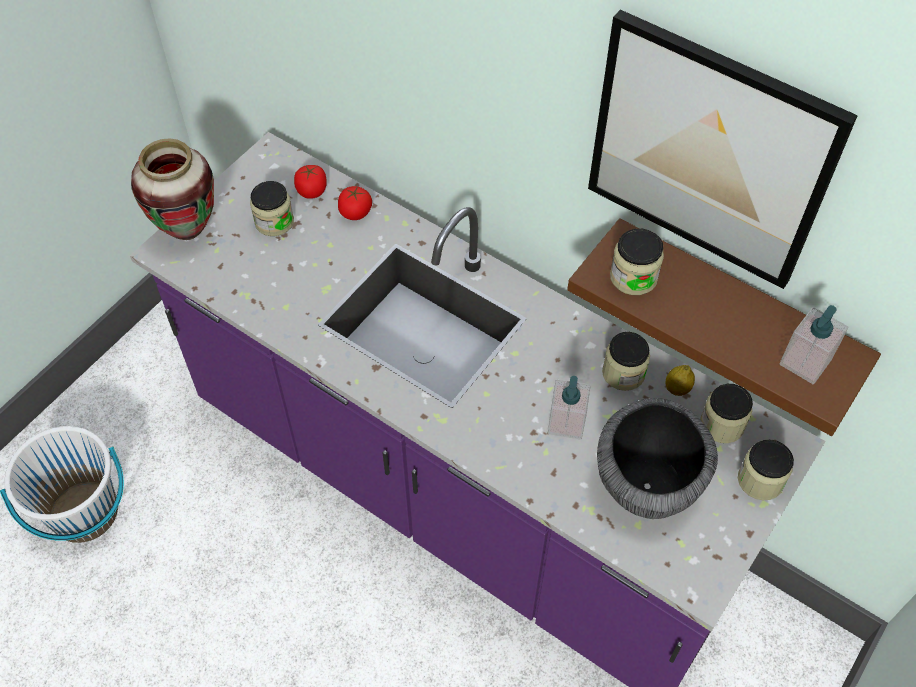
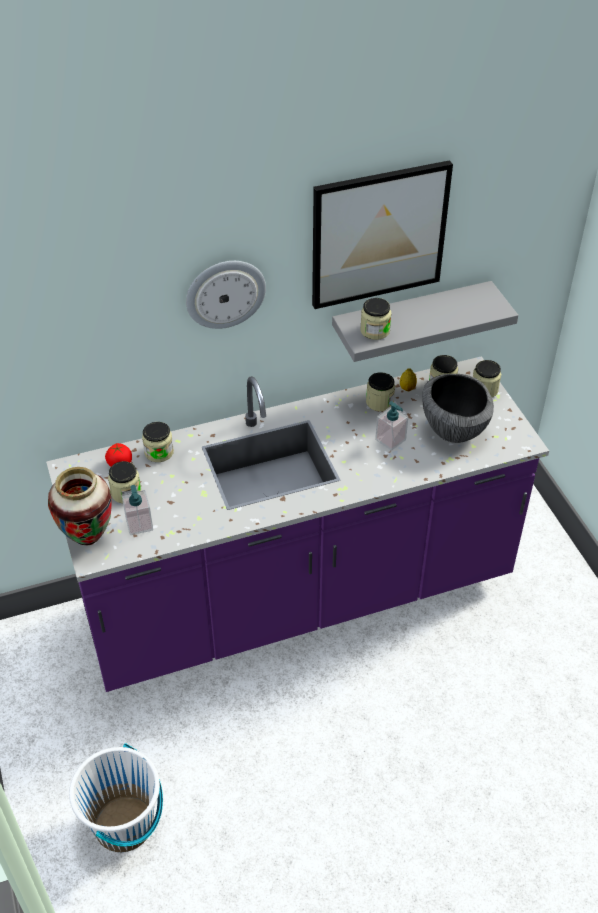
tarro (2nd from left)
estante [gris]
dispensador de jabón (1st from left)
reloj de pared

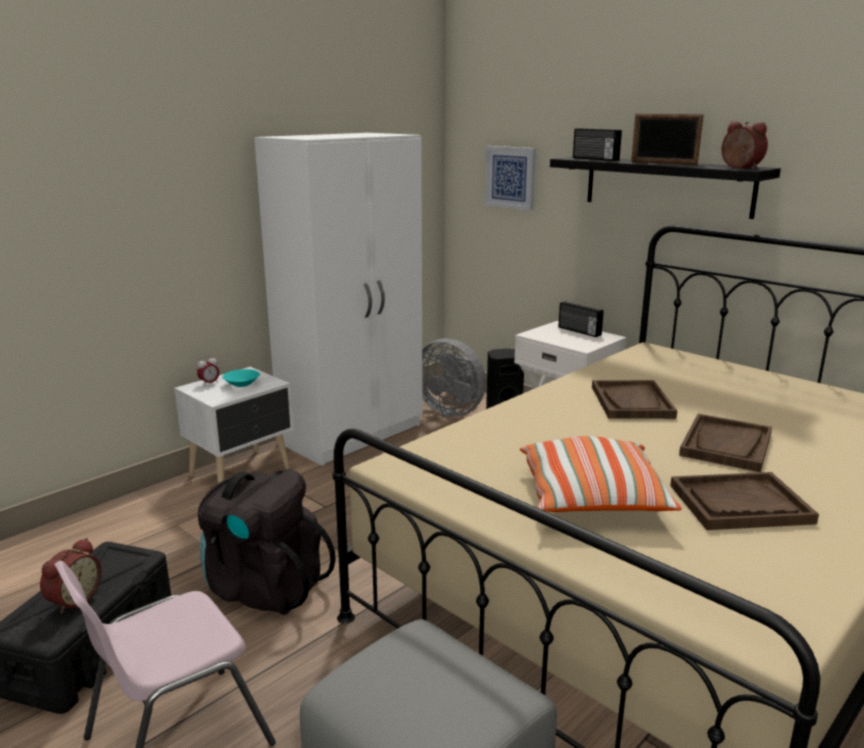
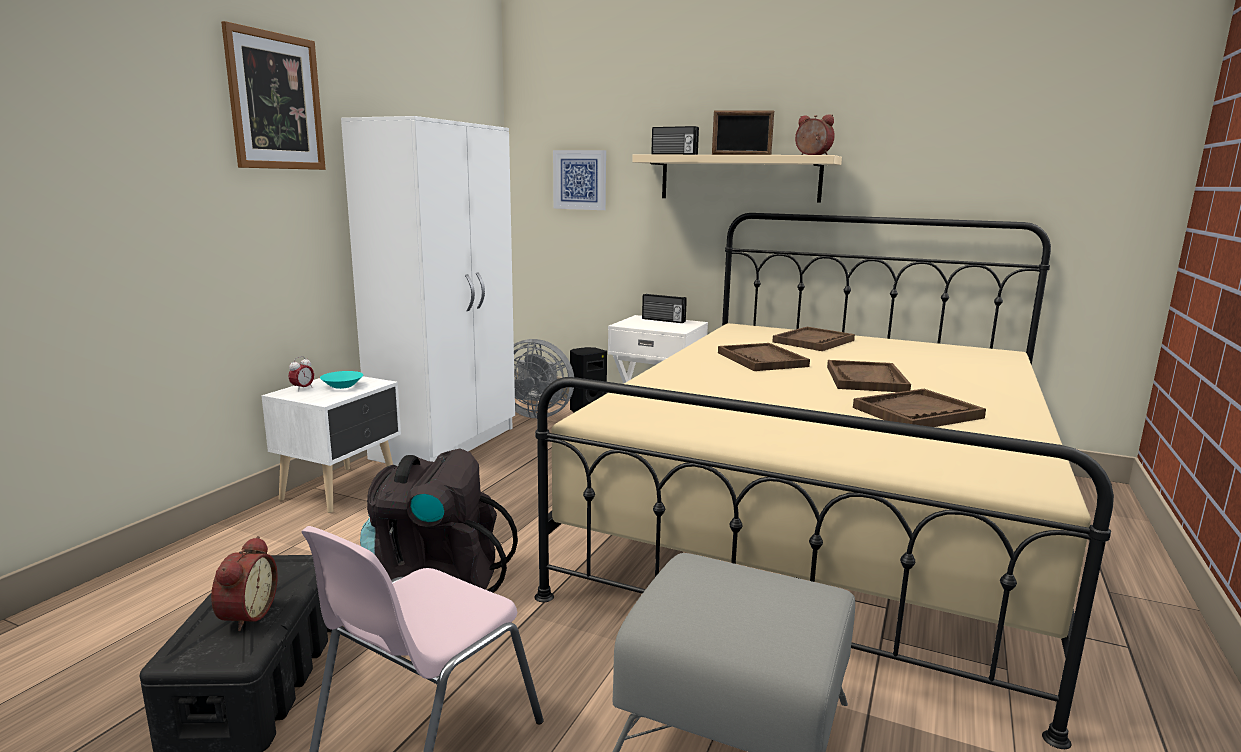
estante [beis]
cojín
cuadro (1st from left)
bandeja [marrón] (2nd from left)

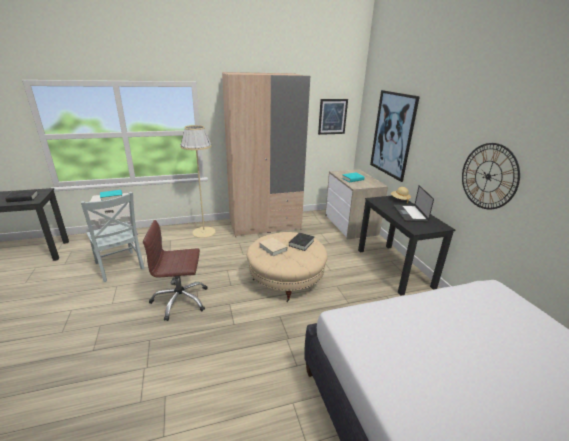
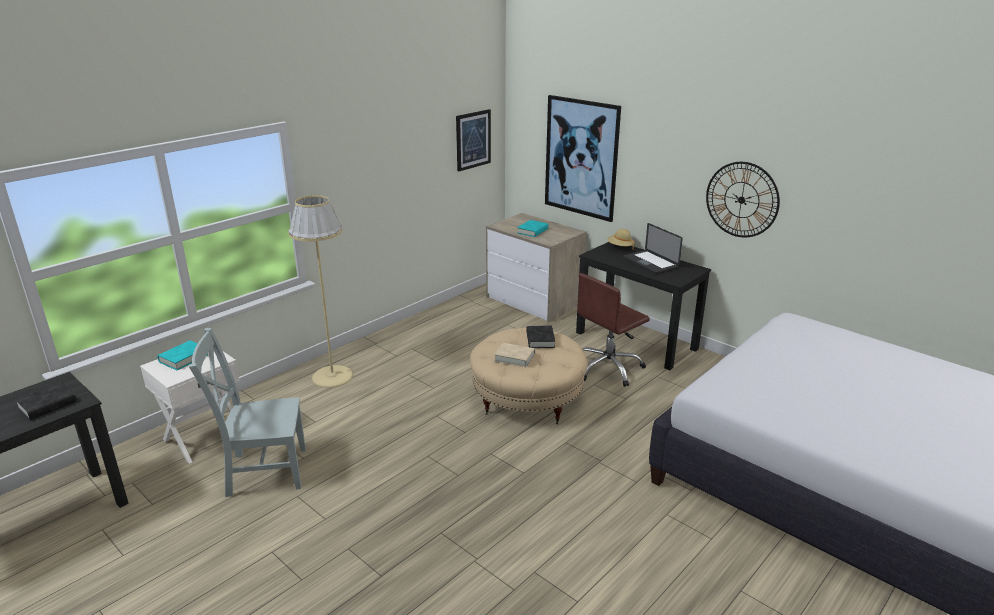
armario ropero [beis]
silla [gris]
silla de oficina [marrón]

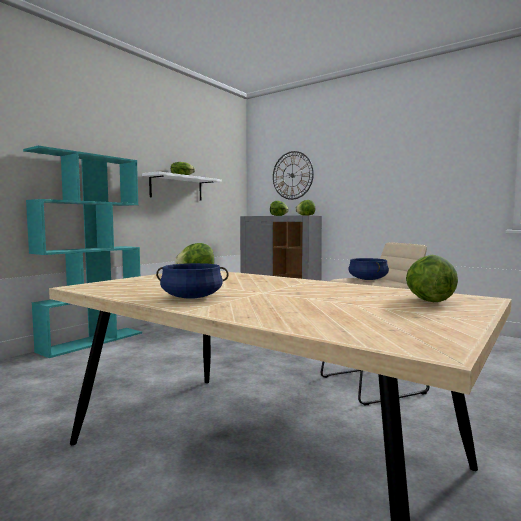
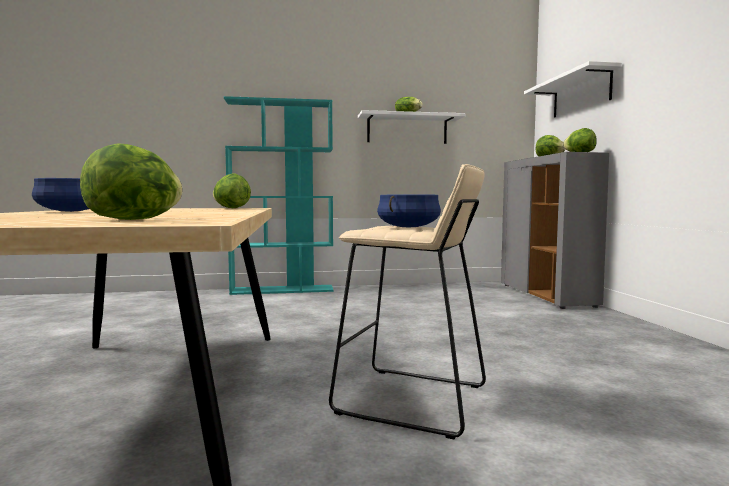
estante [blanco] (2nd from left)

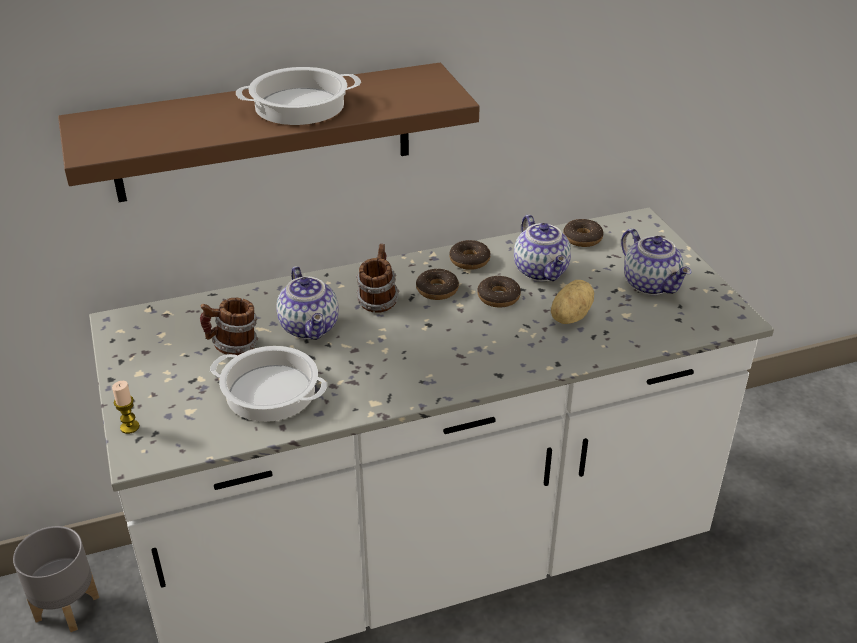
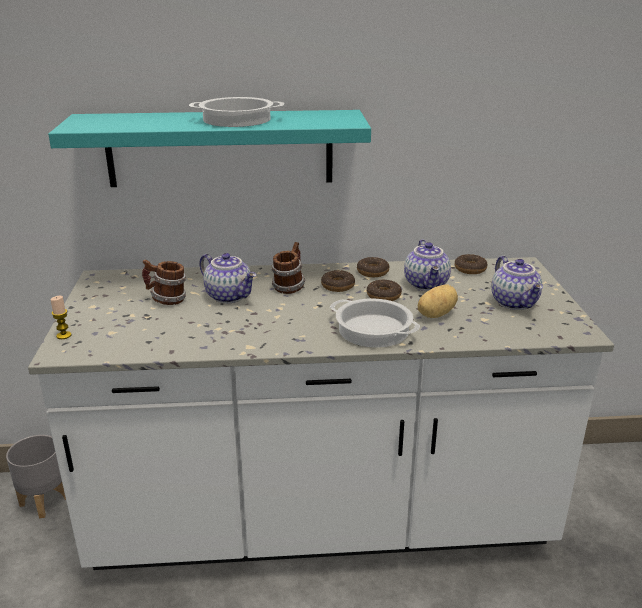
estante [turquesa]
tetera (1st from left)
olla (2nd from left)

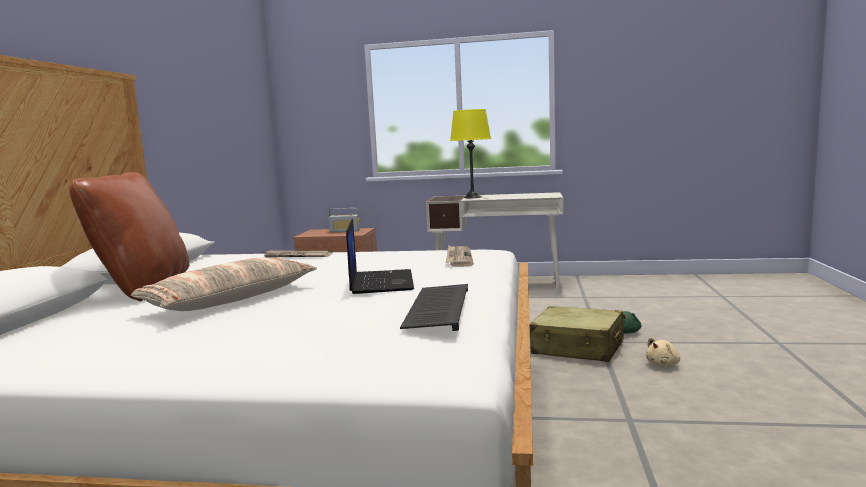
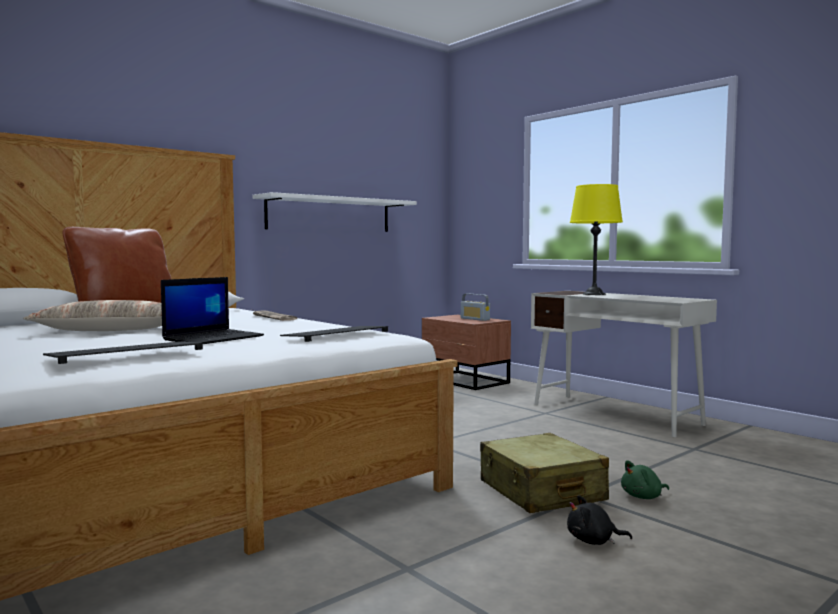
teclado (2nd from left)
peluche [negro]
estante [blanco]

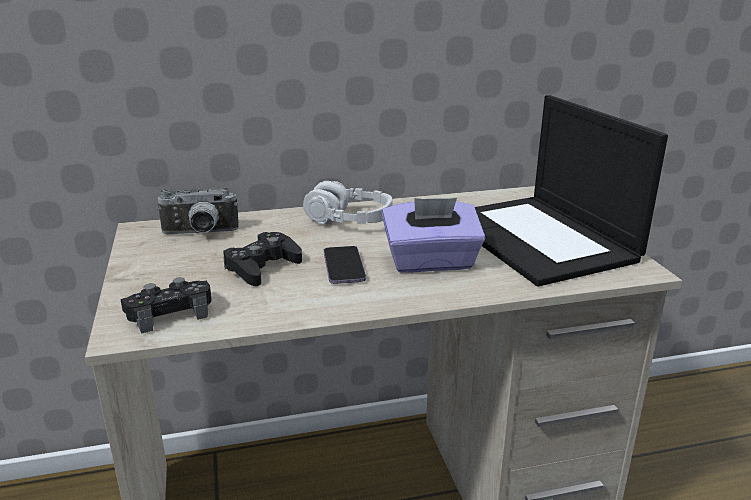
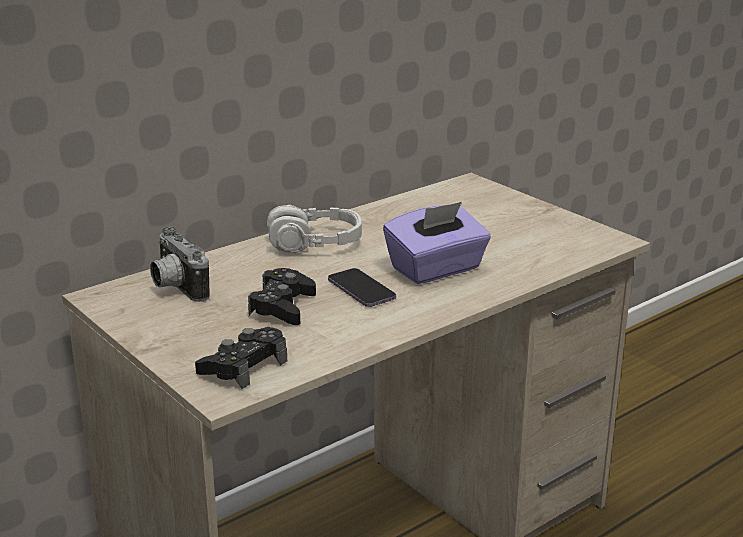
portátil
cámara

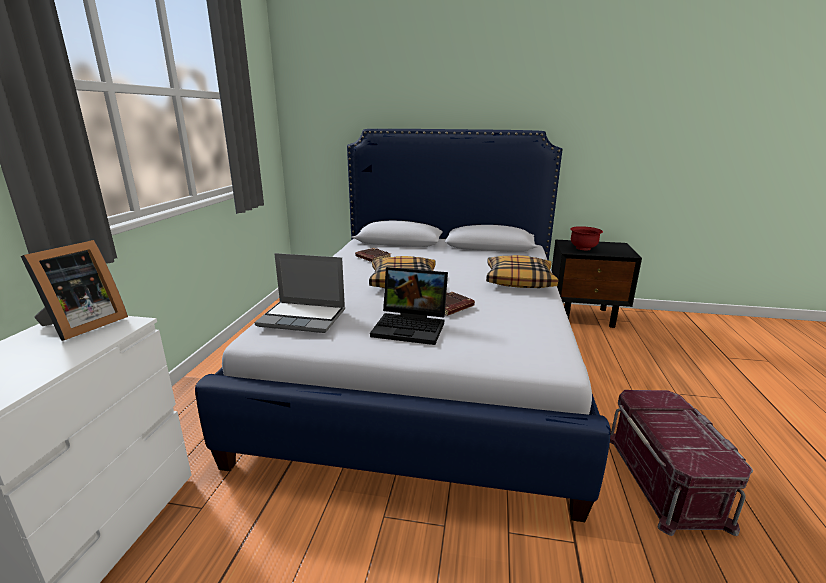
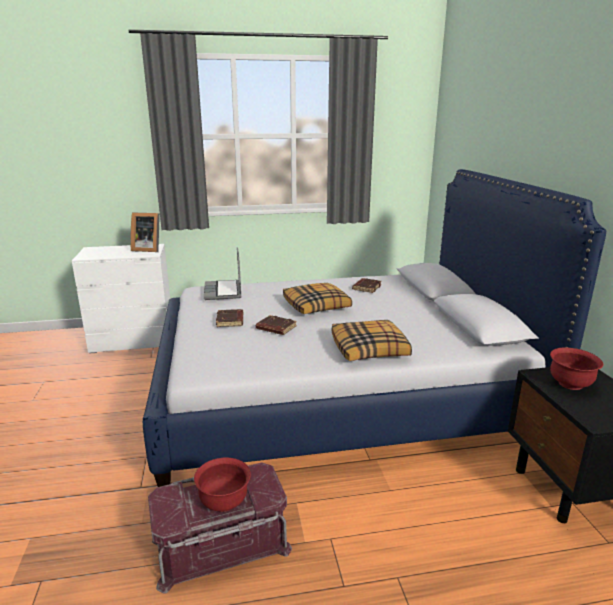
libro [marrón] (1st from left)
cuenco [rojo] (1st from left)

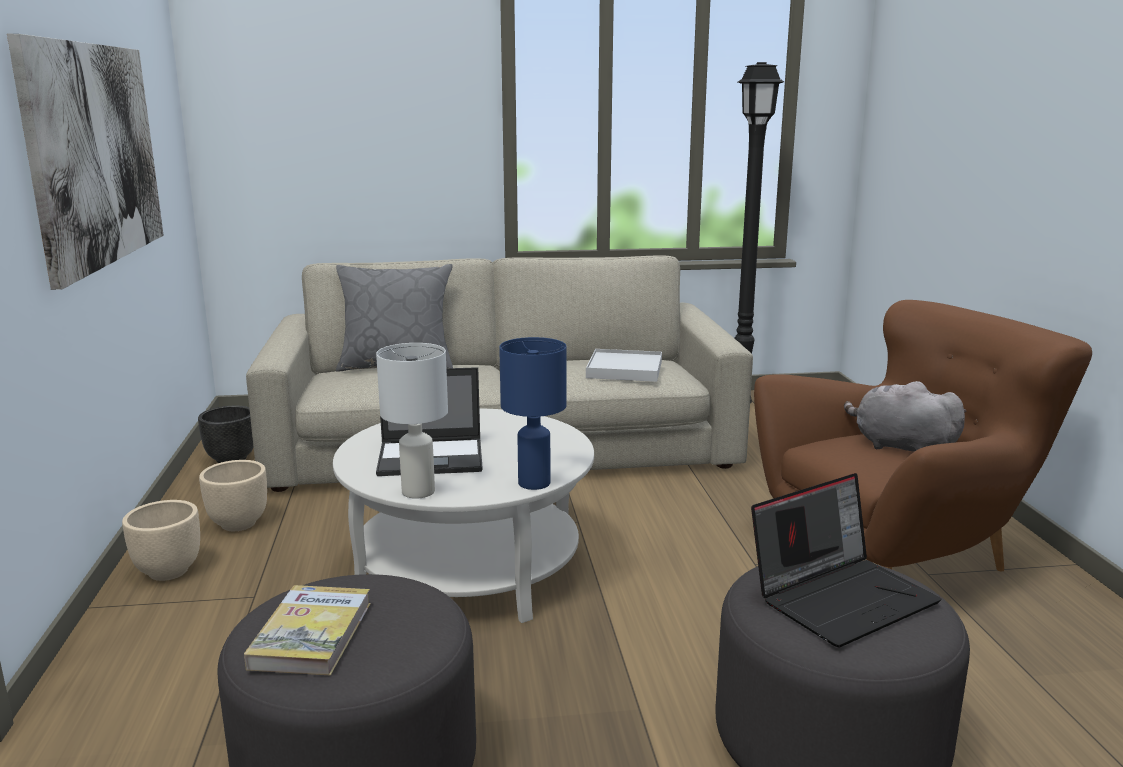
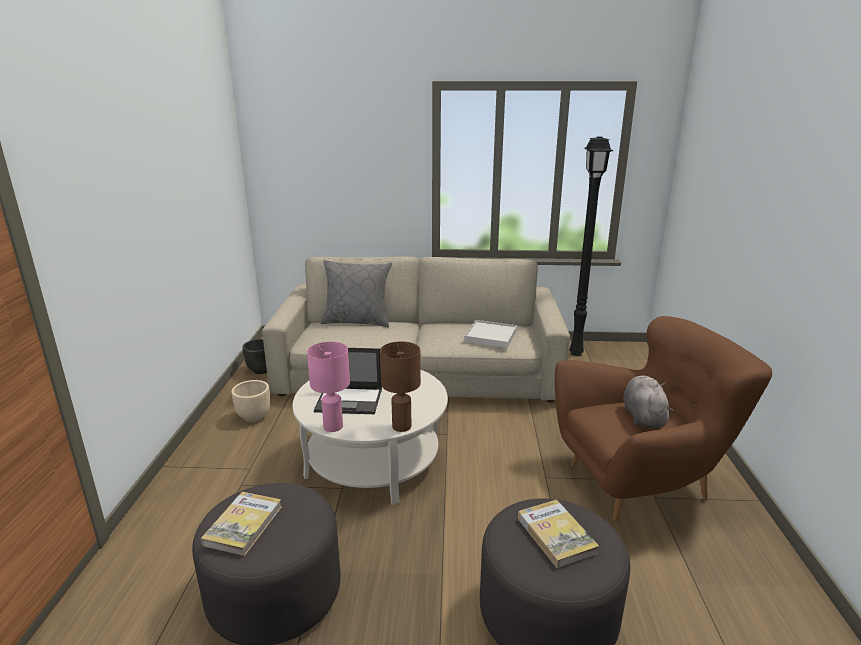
cuadro
lámpara de mesa [marrón]
lámpara de mesa [rosa]
peluche [gris]
libro (2nd from left)
maceta [beis] (1st from left in the first image)

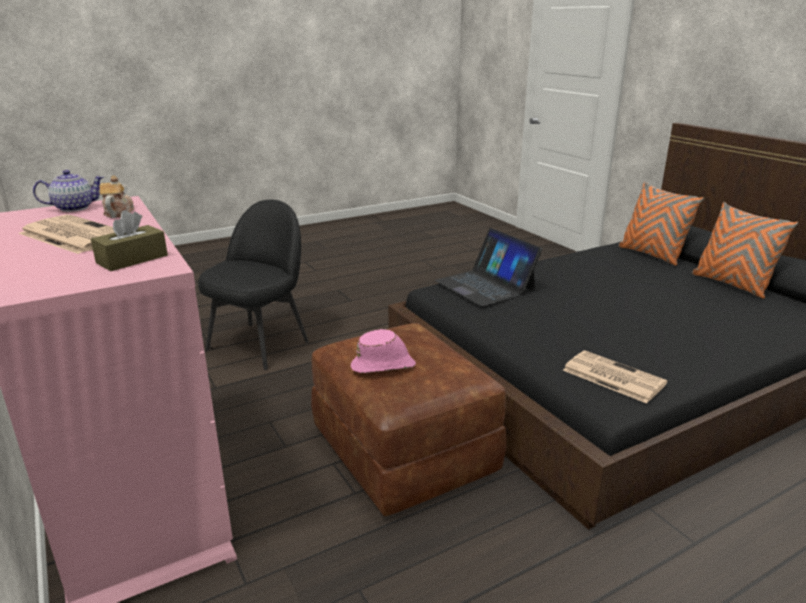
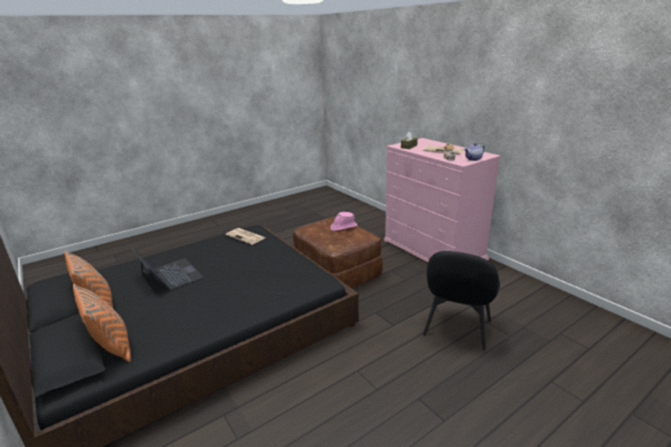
portátil

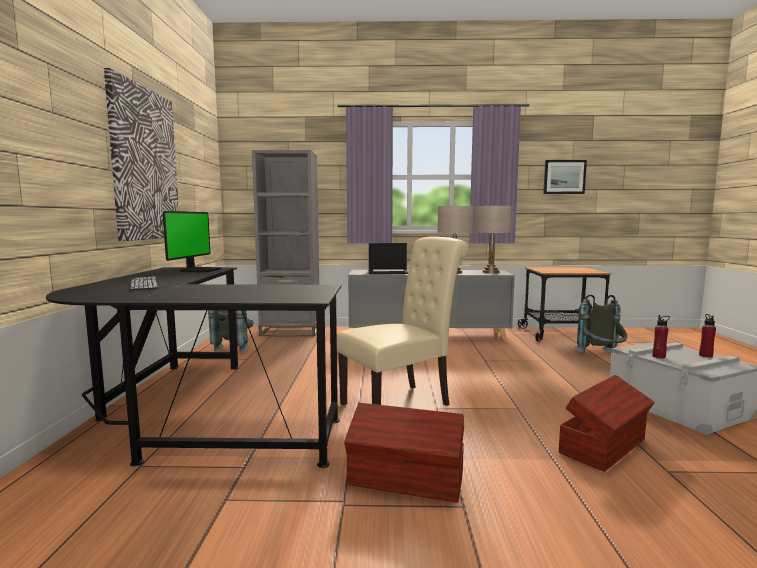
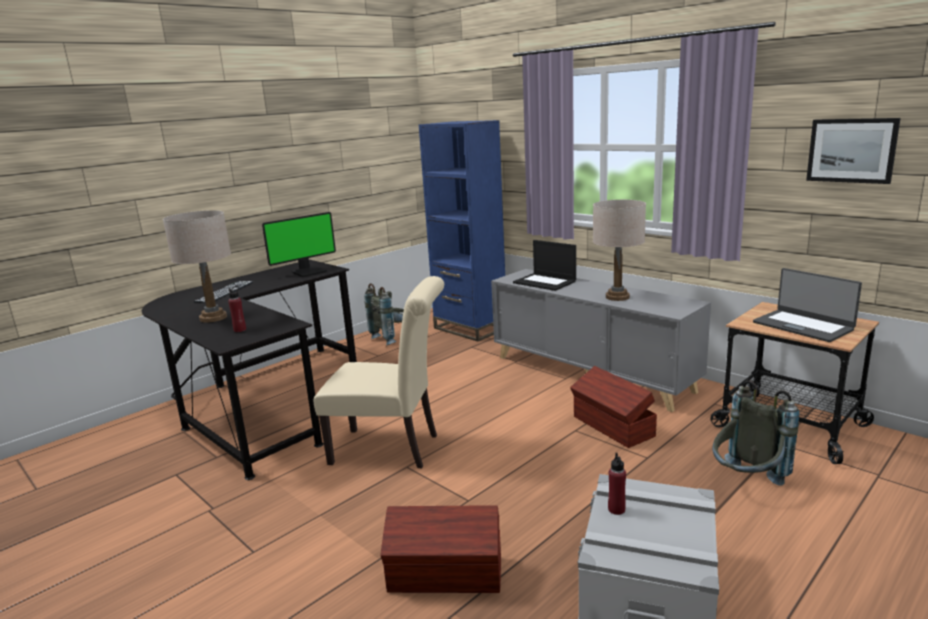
cuadro (1st from left in the first image)
estantería [azul]
lámpara de mesa [beis] (1st from left)
botella [rojo] (1st from left)
caja de almacenaje [marrón] (2nd from left)
portátil (2nd from left)

